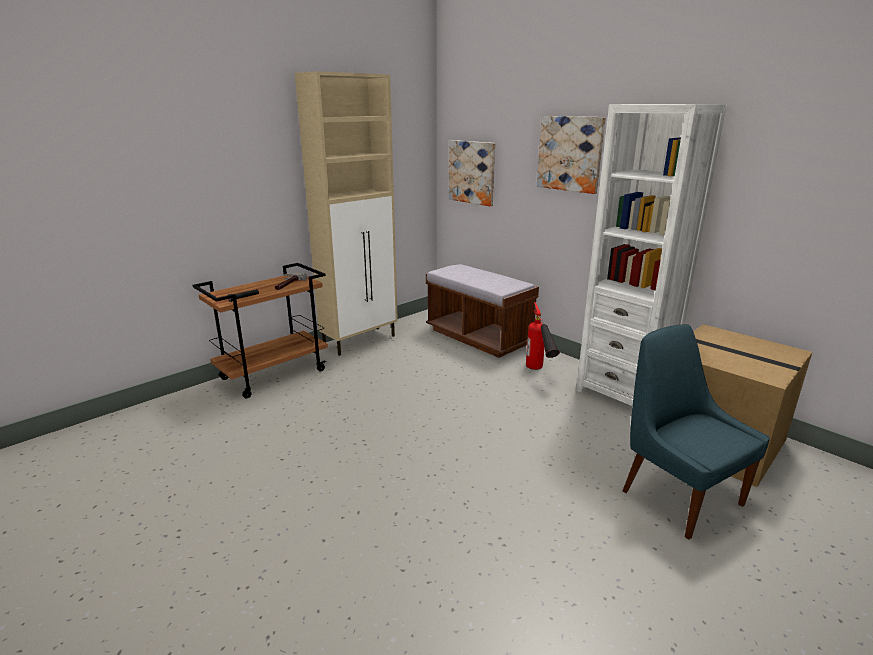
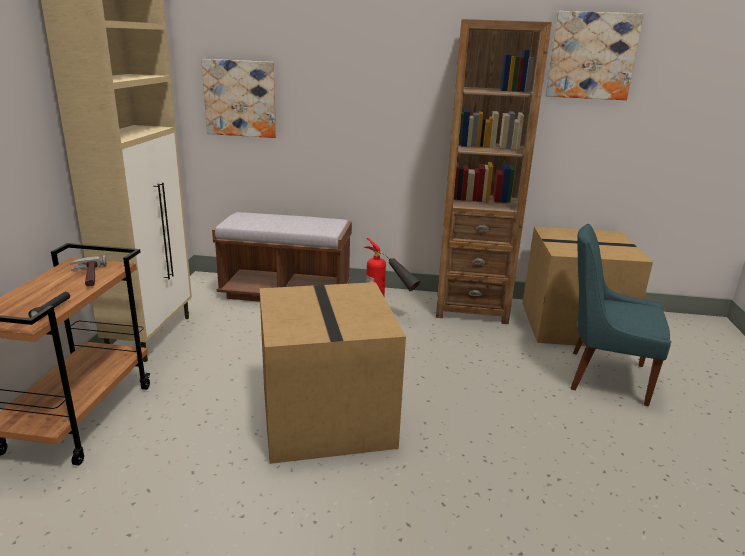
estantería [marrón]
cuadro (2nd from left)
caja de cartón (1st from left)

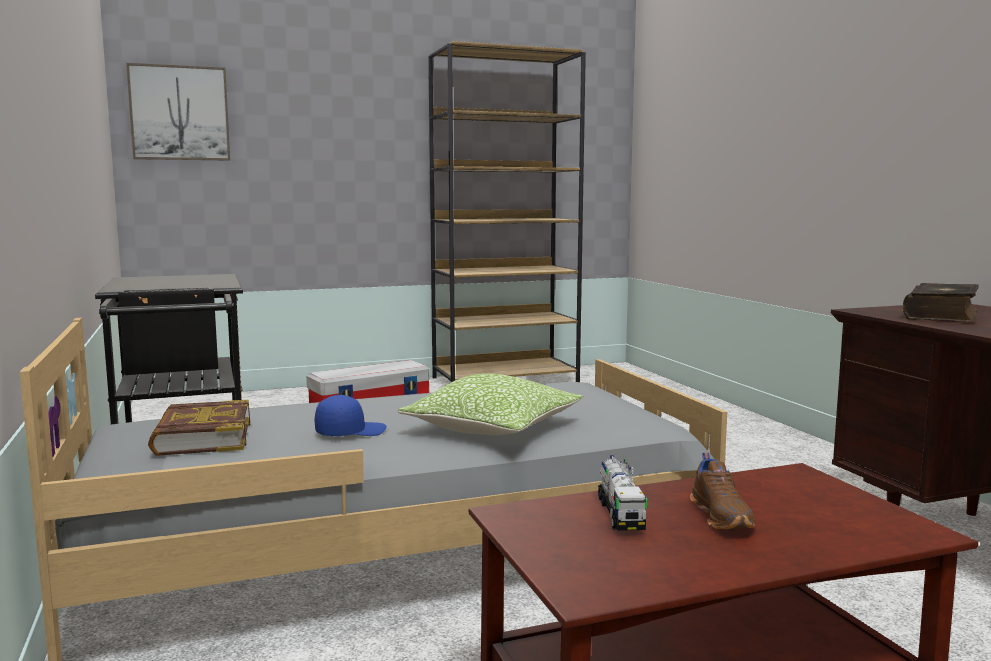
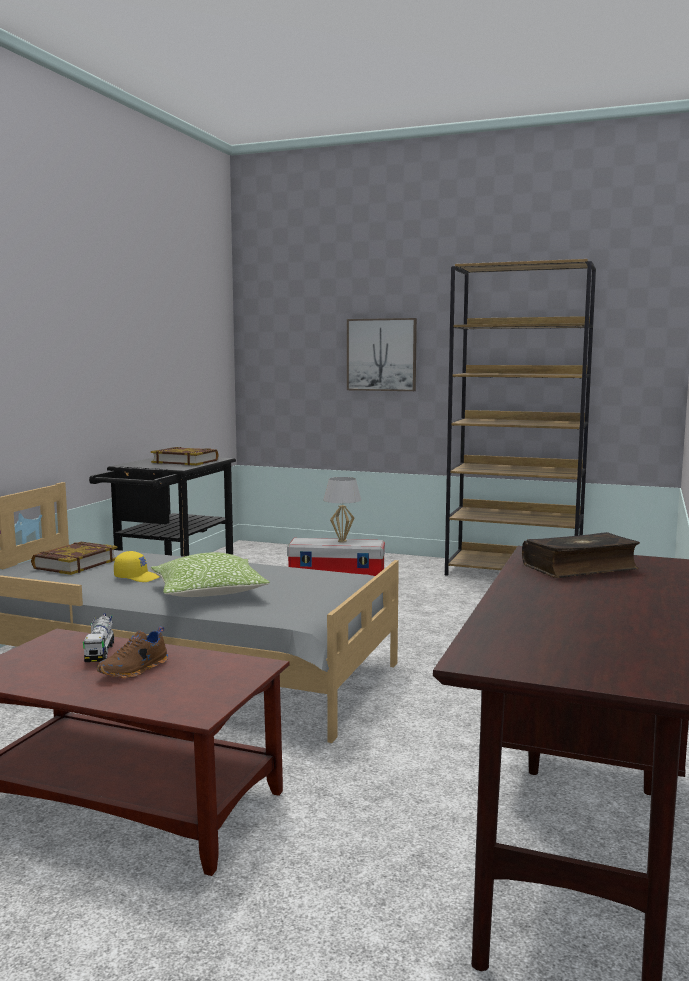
cuadro
gorra [amarillo]
camión de juguete
libro (2nd from left)
lámpara de mesa [blanco]

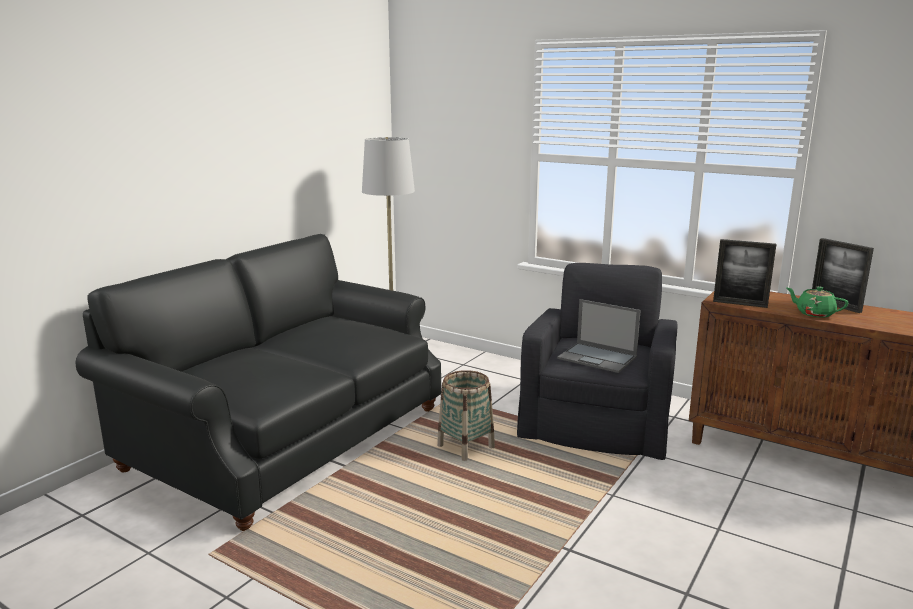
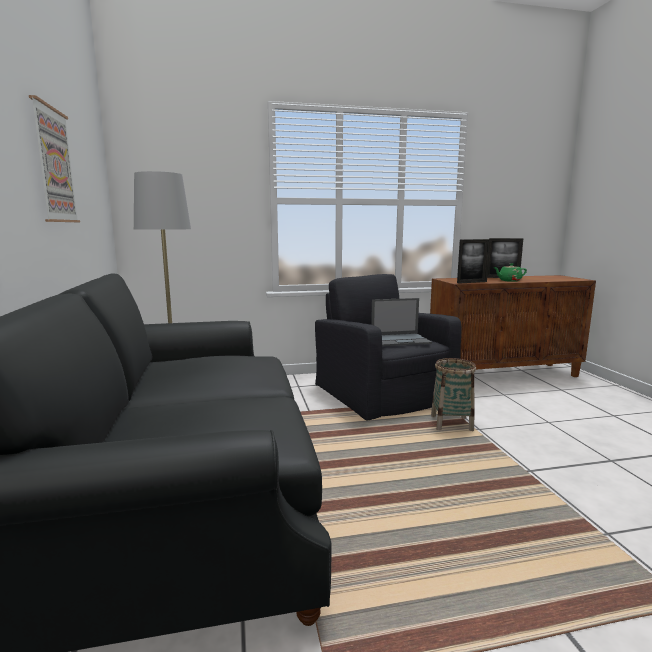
cesta
cuadro

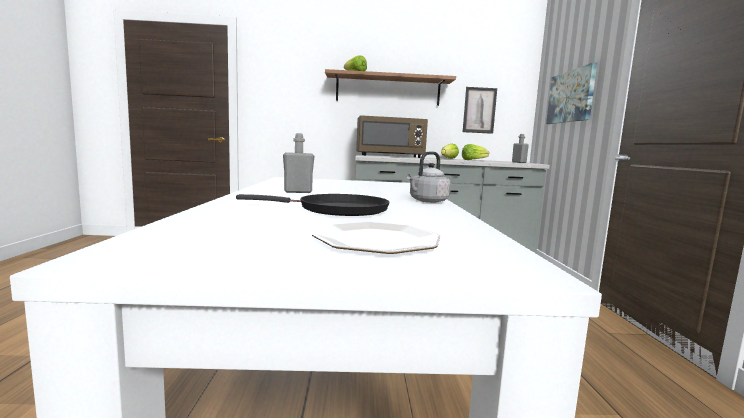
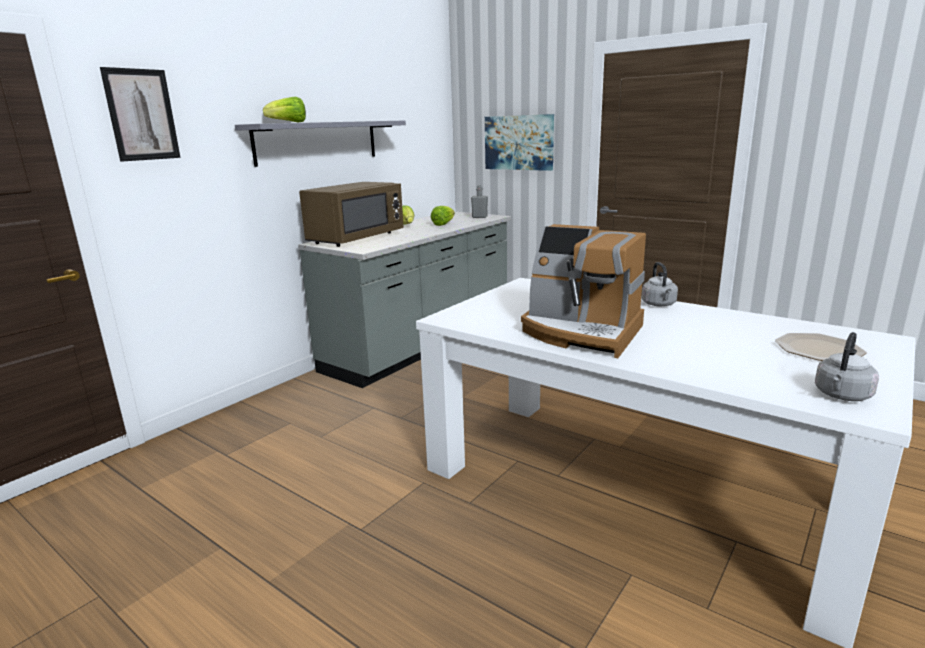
estante [gris]
cuadro (1st from left)
cafetera
sartén [negro]
hervidor [gris] (2nd from left)

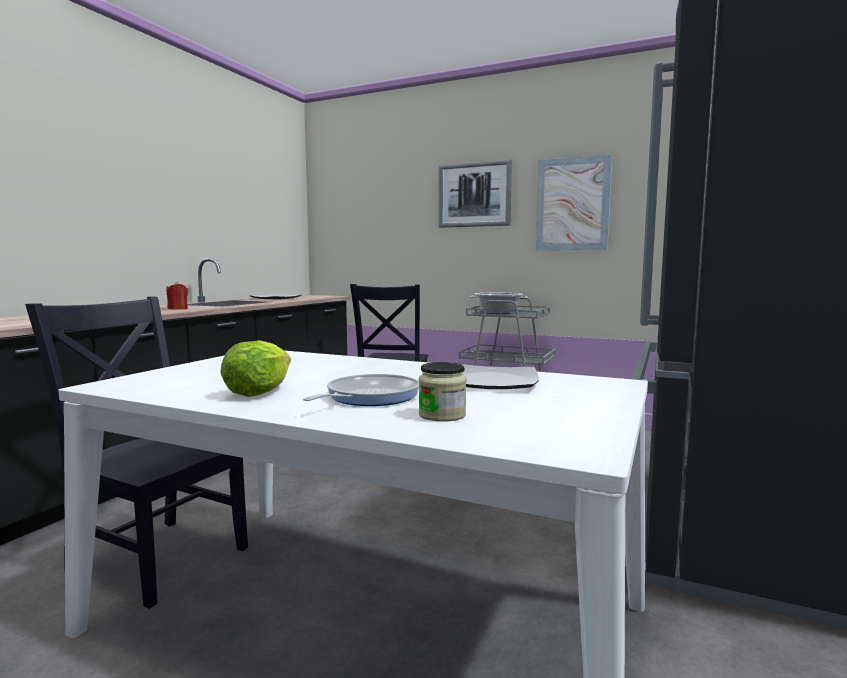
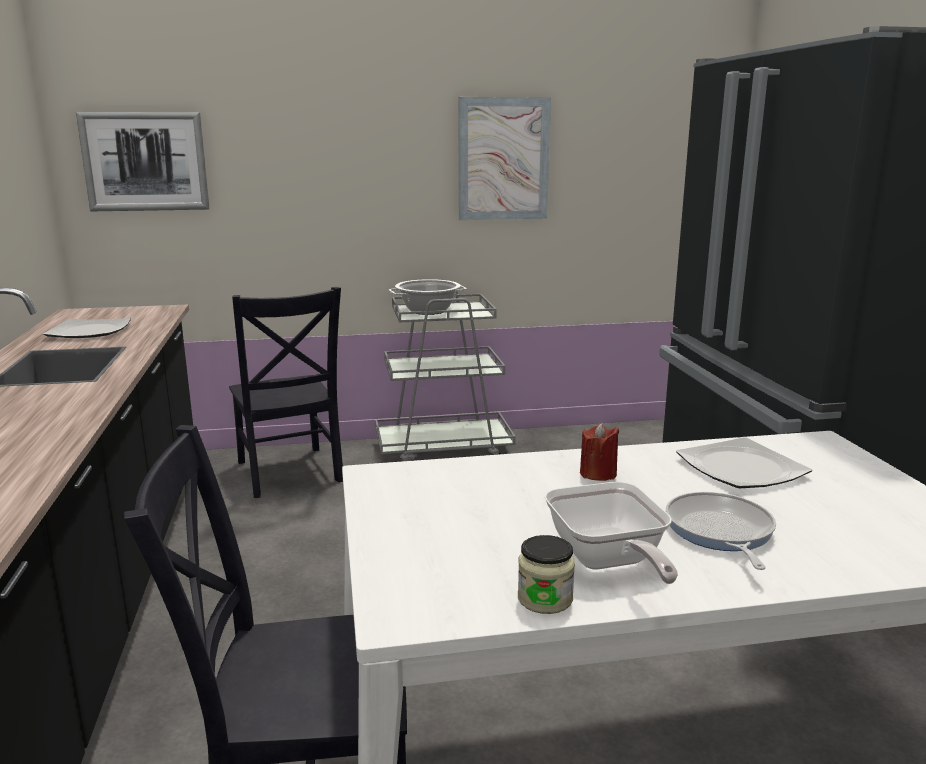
cuadro (1st from left)
vela [rojo]
sartén (1st from left)
tarro

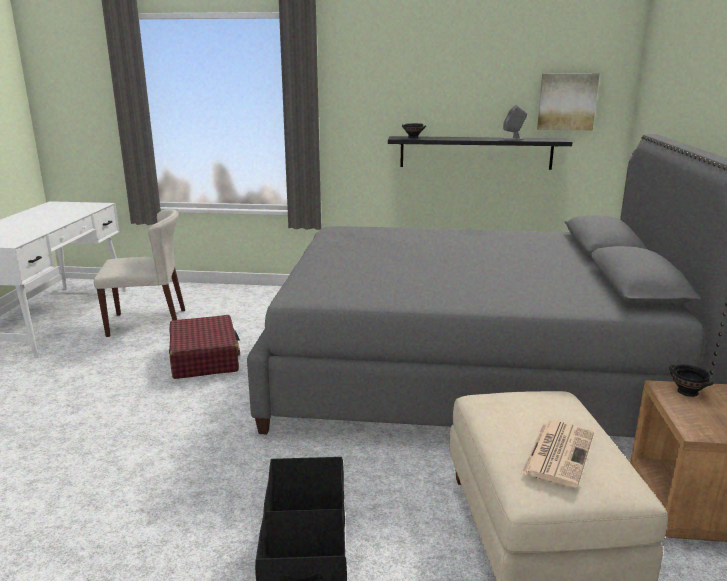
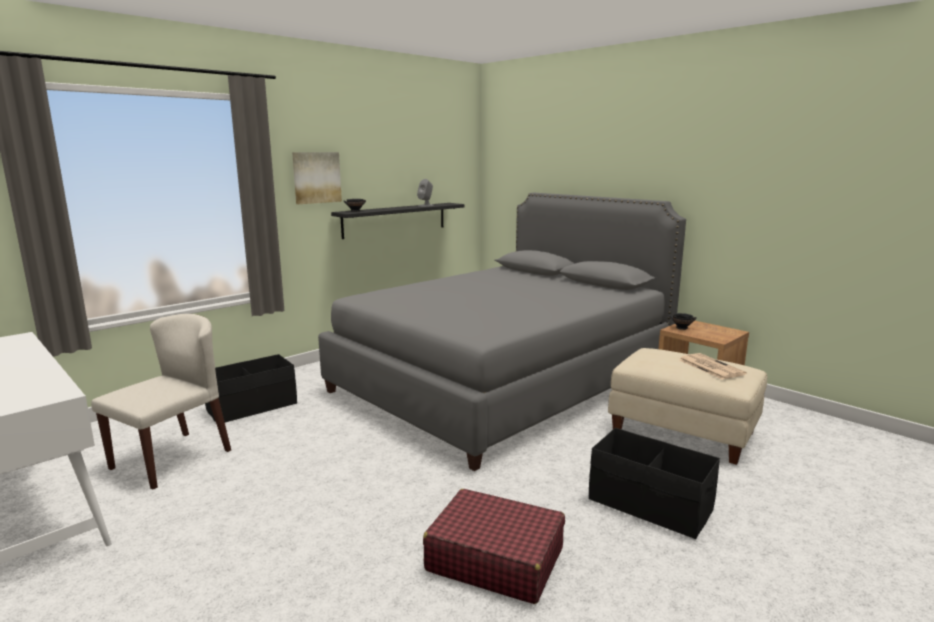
cuadro
maleta [rojo]
caja de almacenaje [negro] (1st from left)

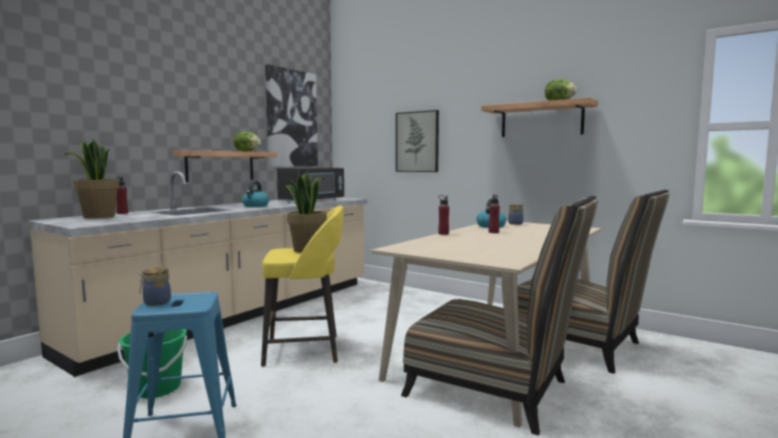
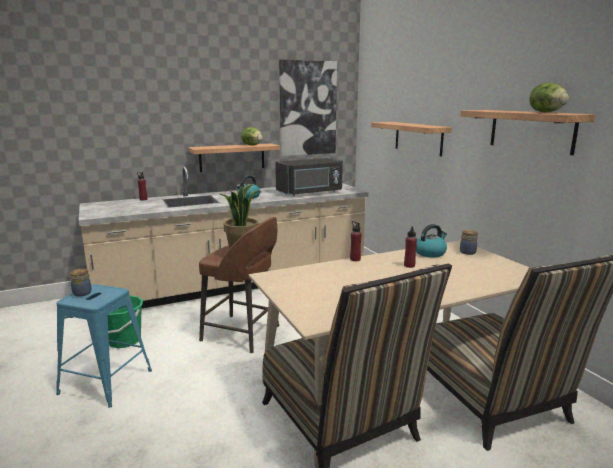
estante (2nd from left)
planta en maceta (1st from left in the first image)
taburete [marrón]

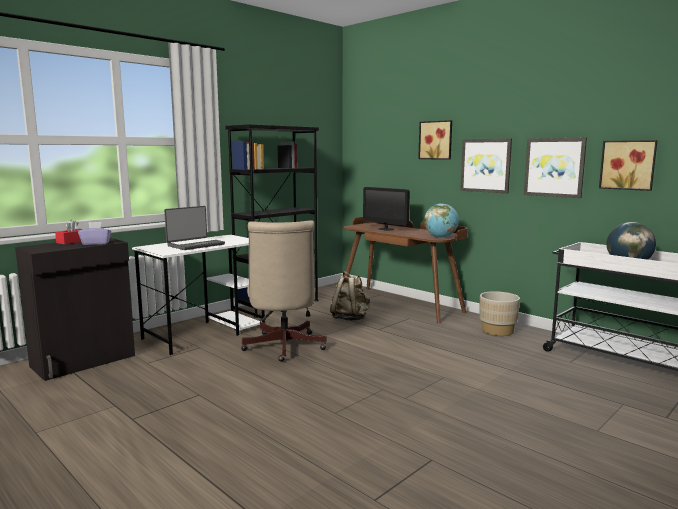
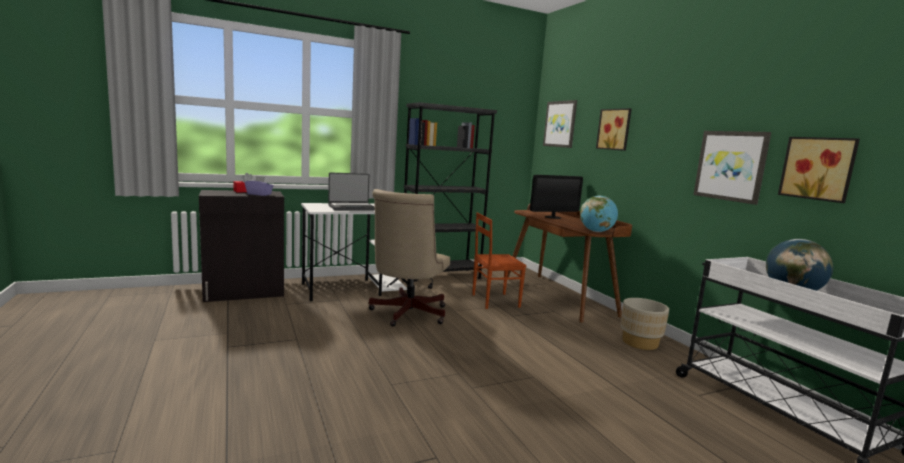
cuadro (1st from left)
monitor
silla [marrón]

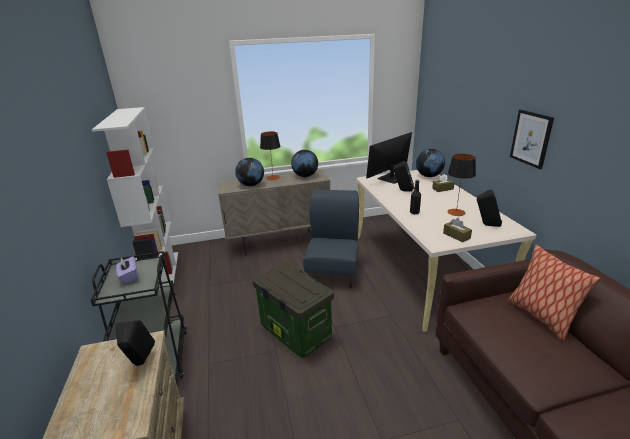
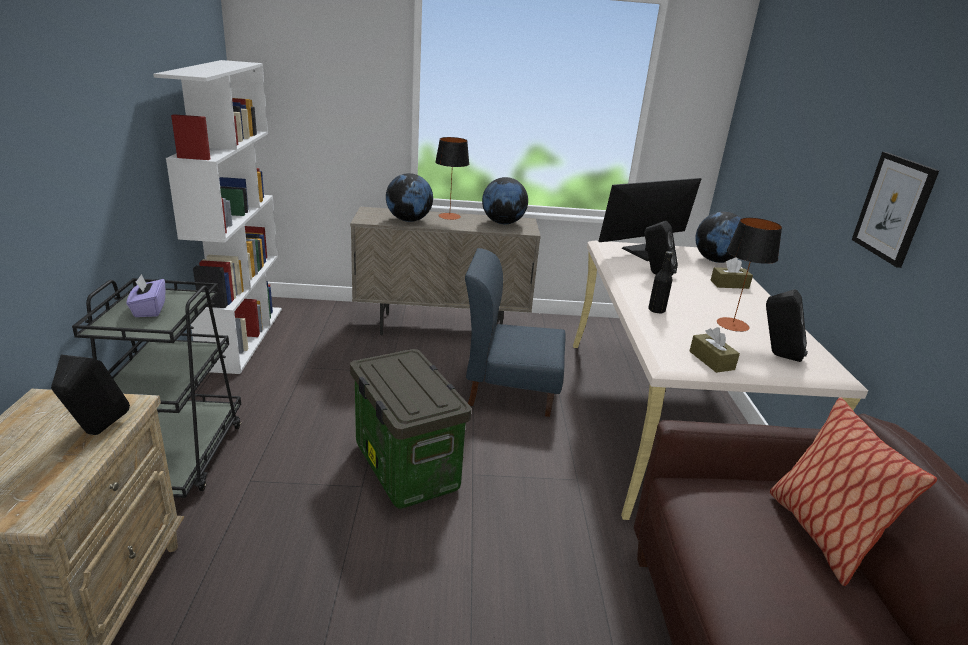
silla [azul]

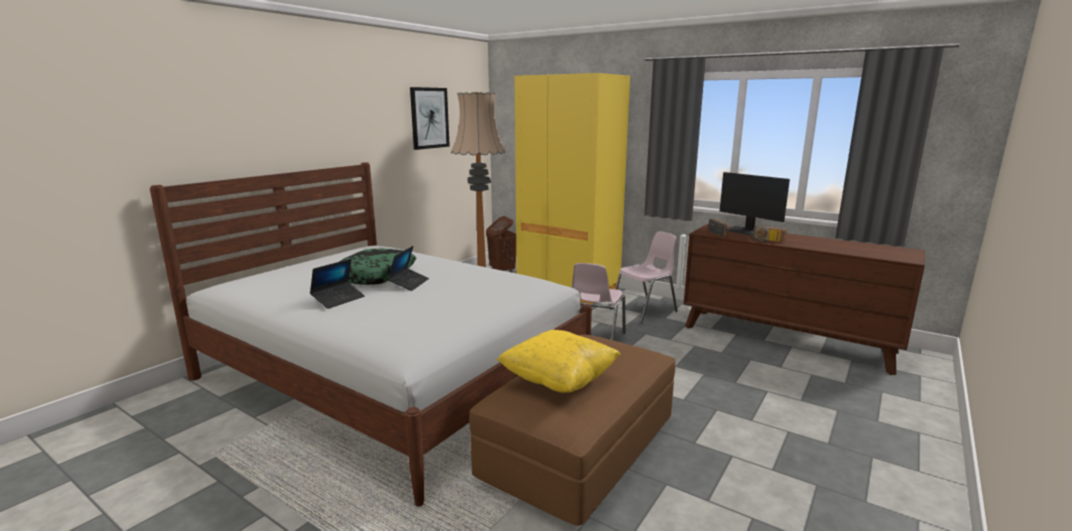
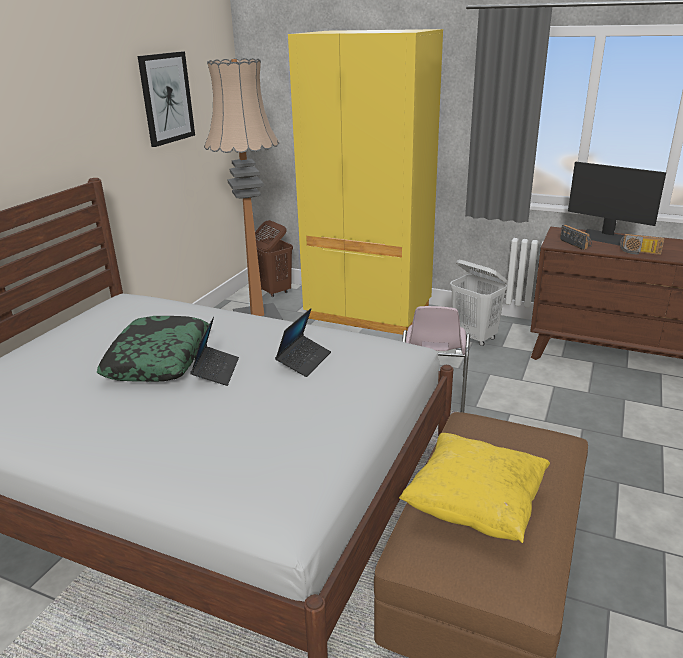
cesto de la ropa [blanco]
portátil (2nd from left)

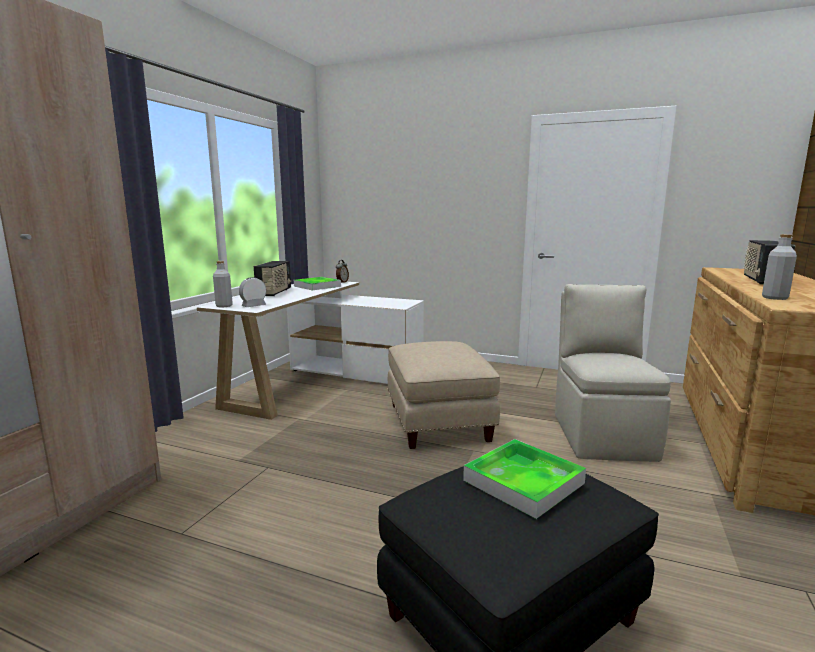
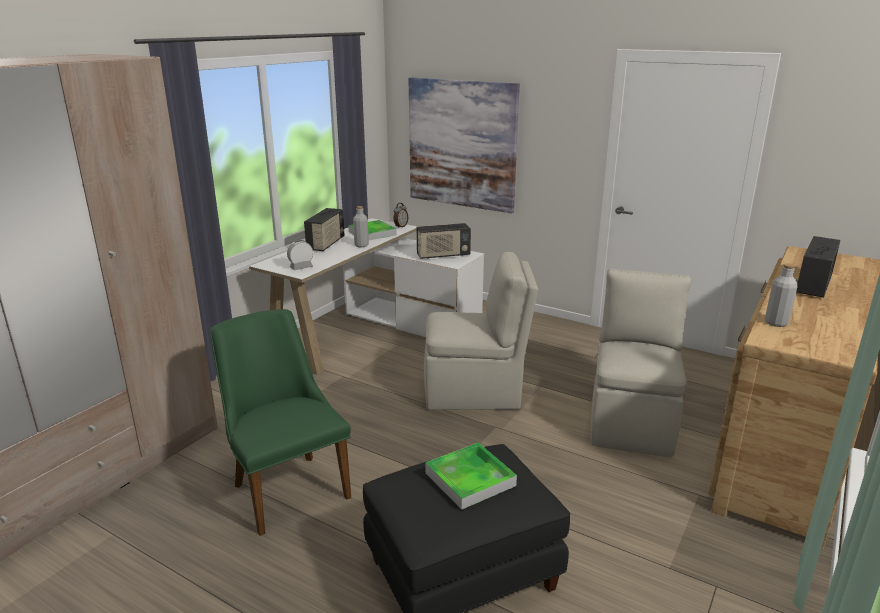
botella [gris] (1st from left)
silla [beis] (1st from left)
cuadro
radio (2nd from left)
silla [verde]

